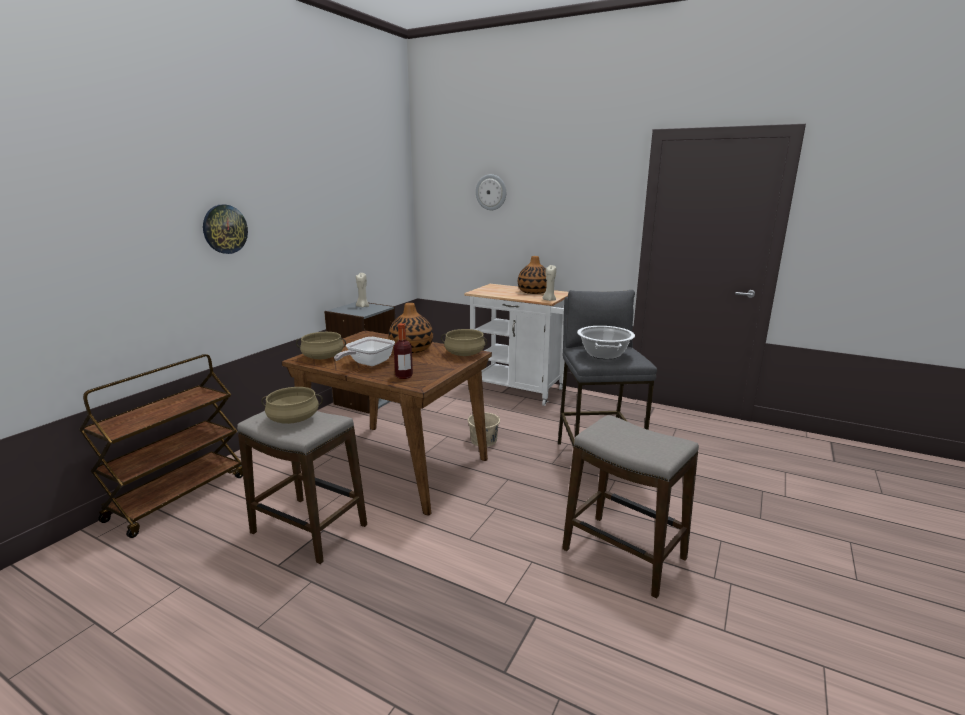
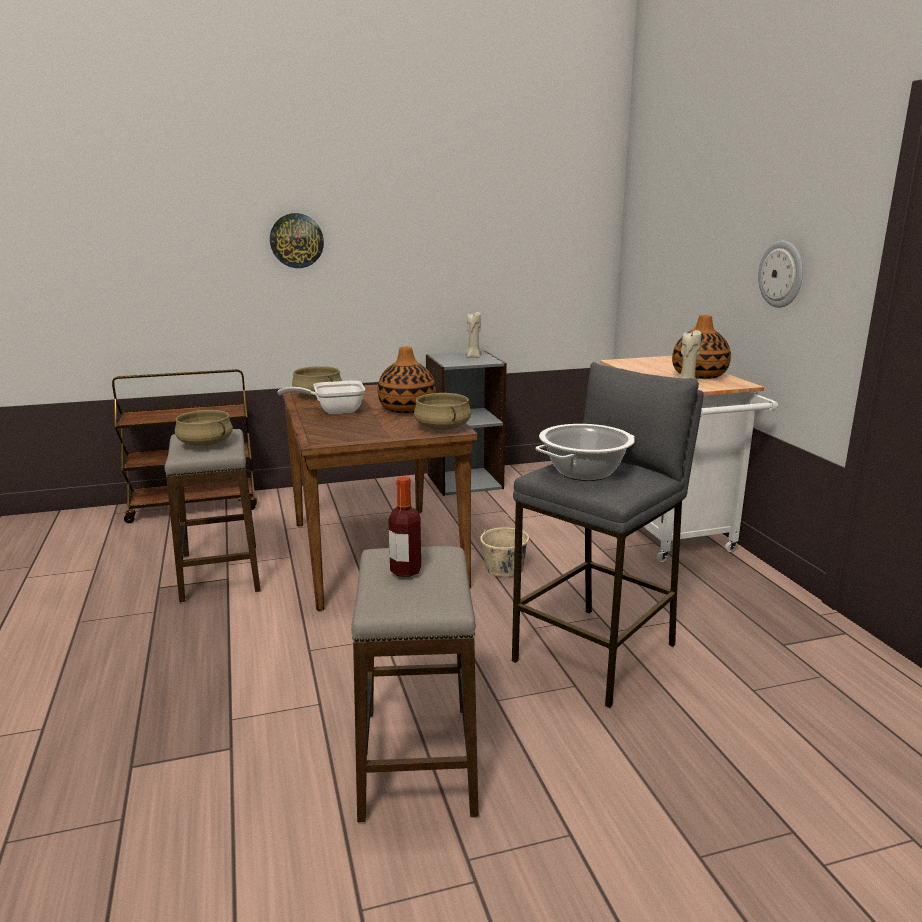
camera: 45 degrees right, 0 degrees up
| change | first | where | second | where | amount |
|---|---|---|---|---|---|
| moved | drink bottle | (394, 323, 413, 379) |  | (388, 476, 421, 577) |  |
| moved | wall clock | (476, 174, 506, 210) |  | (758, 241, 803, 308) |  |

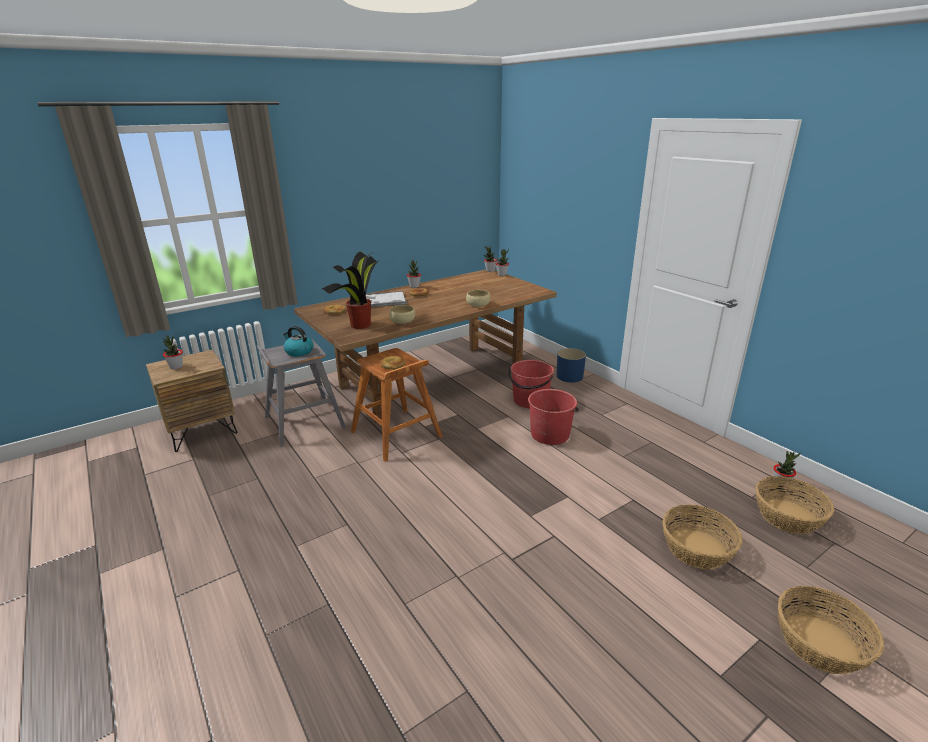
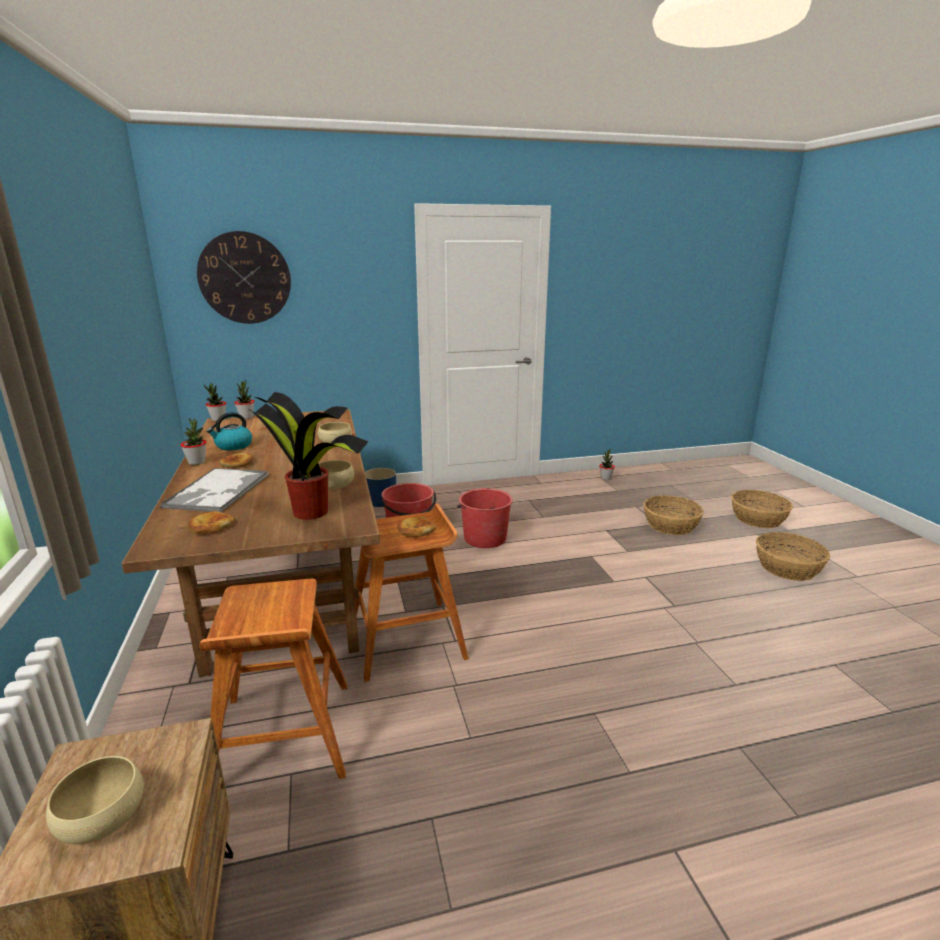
camera: 70 degrees left, 5 degrees down
| change | first | where | second | where | amount |
|---|---|---|---|---|---|
| replaced | plant in a pot | (163, 335, 183, 369) | beige-coloured deep dish | (46, 756, 144, 844) |  |
| recoloured | grey stool | (256, 340, 346, 447) | brown-coloured stool | (199, 579, 348, 779) |  |
| moved | kettle | (283, 326, 313, 357) |  | (207, 412, 252, 450) |  |
| moved | basket | (756, 476, 834, 534) |  | (756, 532, 830, 581) |  |
| added |  |  | wall clock | (197, 231, 291, 324) |  |

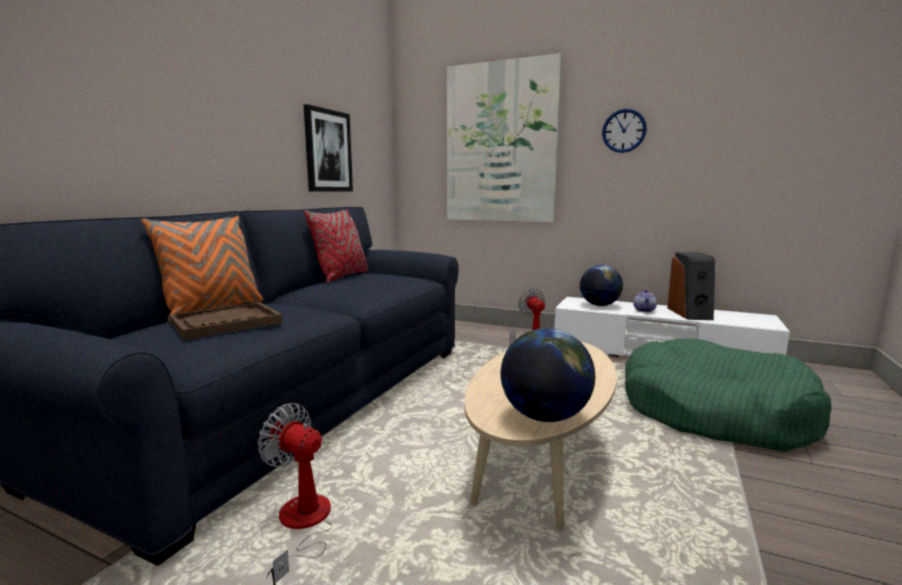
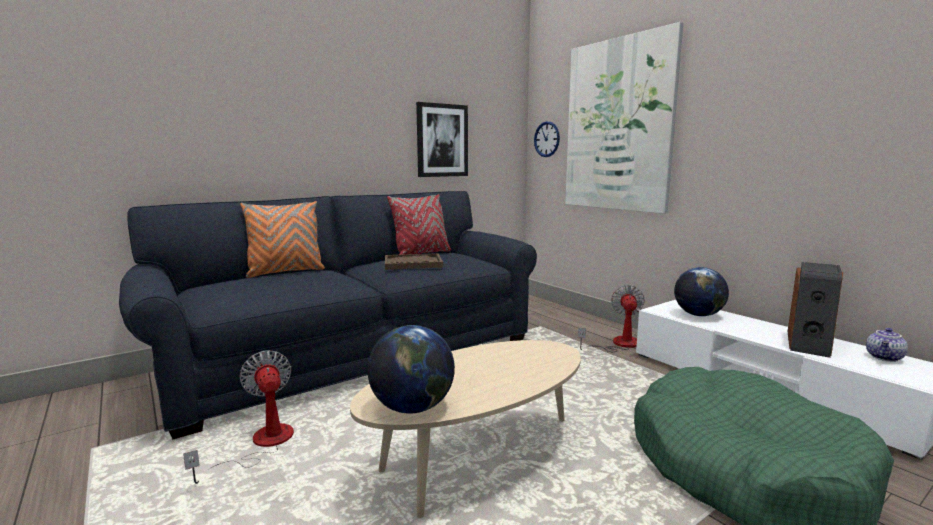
camera: 30 degrees right, 0 degrees up
| change | first | where | second | where | amount |
|---|---|---|---|---|---|
| moved | brown-coloured tray | (169, 302, 283, 340) |  | (385, 253, 443, 270) |  |
| moved | wall clock | (602, 109, 647, 153) |  | (534, 121, 560, 157) |  |
| moved | tea pot | (633, 290, 657, 312) |  | (866, 328, 908, 362) |  |

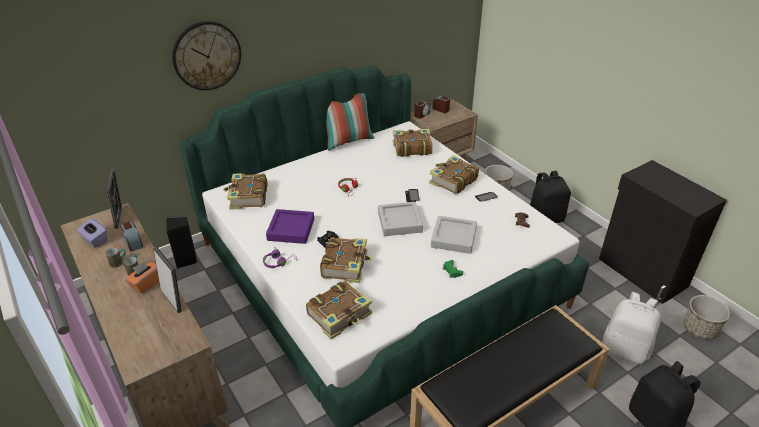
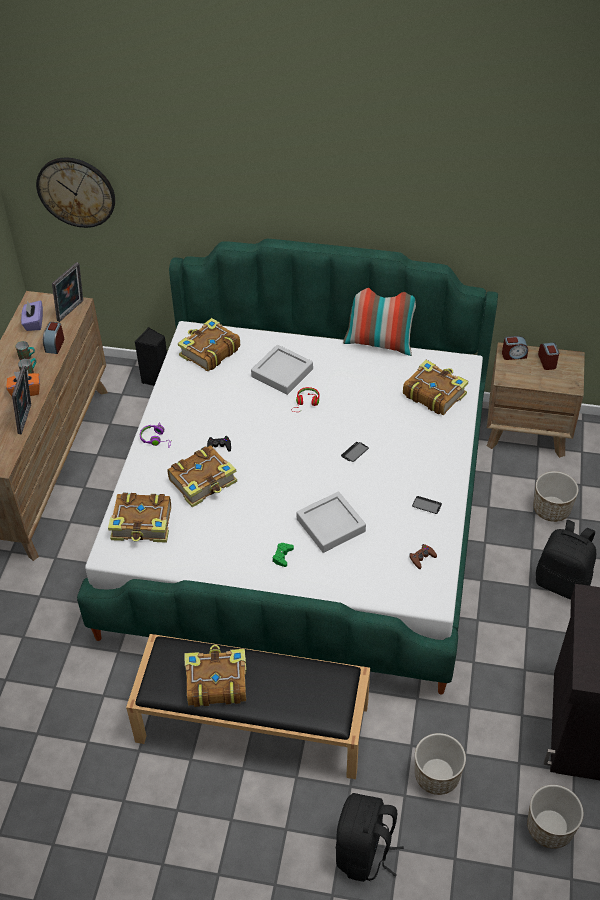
camera: 45 degrees right, 10 degrees up
| change | first | where | second | where | amount |
|---|---|---|---|---|---|
| moved | wall clock | (172, 21, 241, 90) |  | (36, 158, 115, 228) |  |
| removed | purple-coloured tray | (266, 209, 314, 244) |  |  |  |
| moved | grey tray | (378, 202, 423, 236) |  | (251, 345, 313, 395) |  |
| moved | bound book | (429, 155, 479, 194) |  | (185, 645, 246, 707) |  |
| replaced | white-coloured backpack | (603, 292, 661, 364) | flower pot | (415, 733, 466, 795) |  |

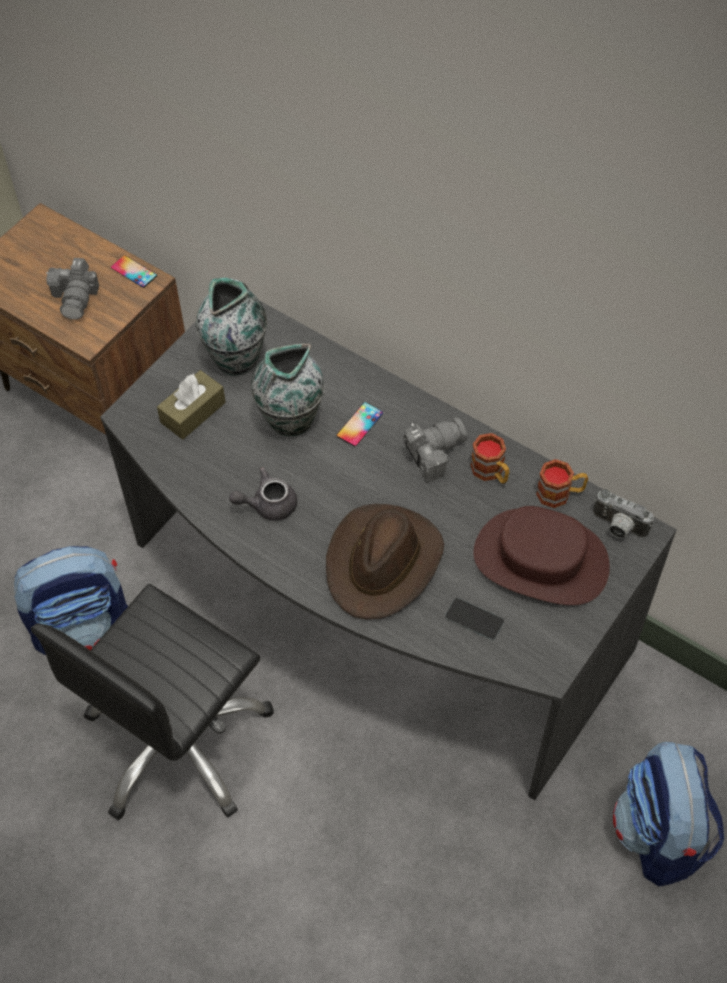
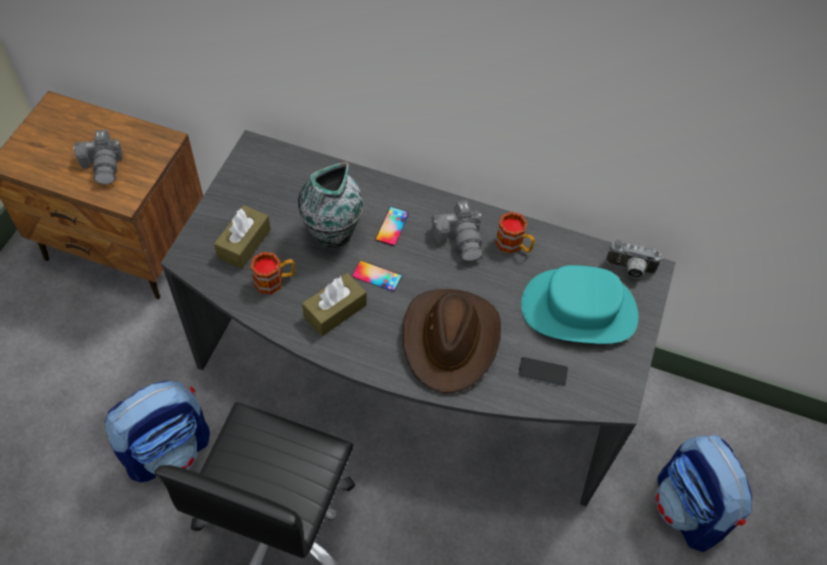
camera: 20 degrees left, 0 degrees up
| change | first | where | second | where | amount |
|---|---|---|---|---|---|
| moved | handset | (111, 255, 157, 288) |  | (353, 261, 402, 292) |  |
| removed | vase | (196, 278, 267, 376) |  |  |  |
| replaced | grey tea pot | (229, 467, 297, 521) | brown-coloured box of tissues | (302, 273, 367, 336) |  |
| turned | photo camera | (403, 417, 467, 483) |  | (431, 201, 483, 261) | 120 degrees clockwise |
| recoloured | brown-coloured hat | (473, 506, 610, 605) | turquoise-coloured hat | (521, 265, 638, 344) |  |
| moved | tea mug | (536, 459, 588, 508) |  | (250, 252, 295, 294) |  |

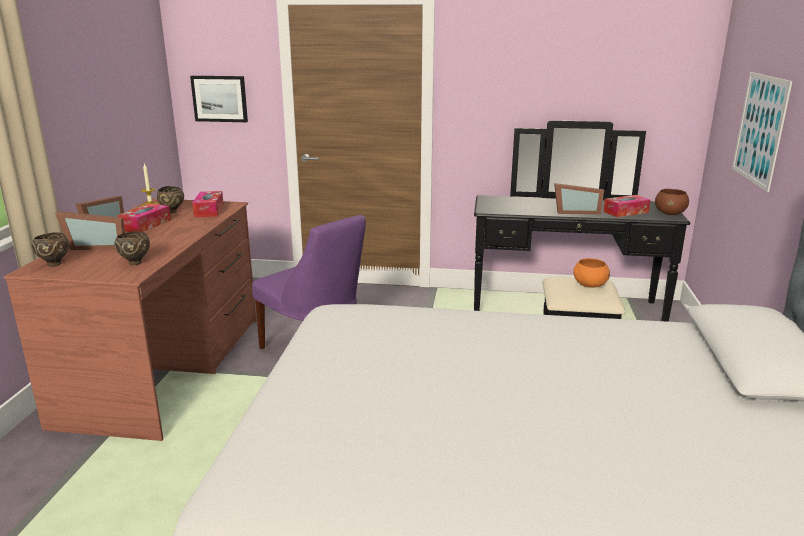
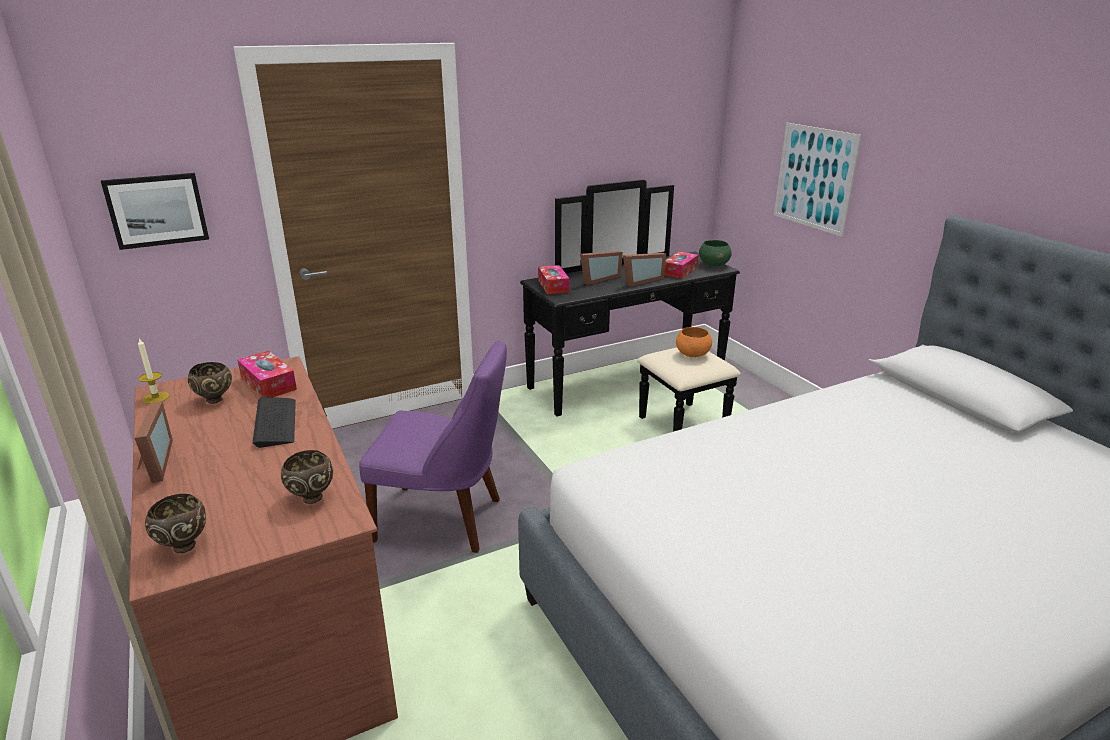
camera: 35 degrees left, 5 degrees up
| change | first | where | second | where | amount |
|---|---|---|---|---|---|
| moved | standing frame | (55, 211, 125, 250) |  | (580, 251, 623, 285) |  |
| moved | box of tissues | (117, 204, 171, 232) |  | (538, 265, 569, 294) |  |
| recoloured | brown-coloured deep dish | (655, 189, 689, 215) | greenish deep dish | (699, 240, 732, 267) |  |
| added |  |  | keyboard | (253, 397, 296, 448) |  |

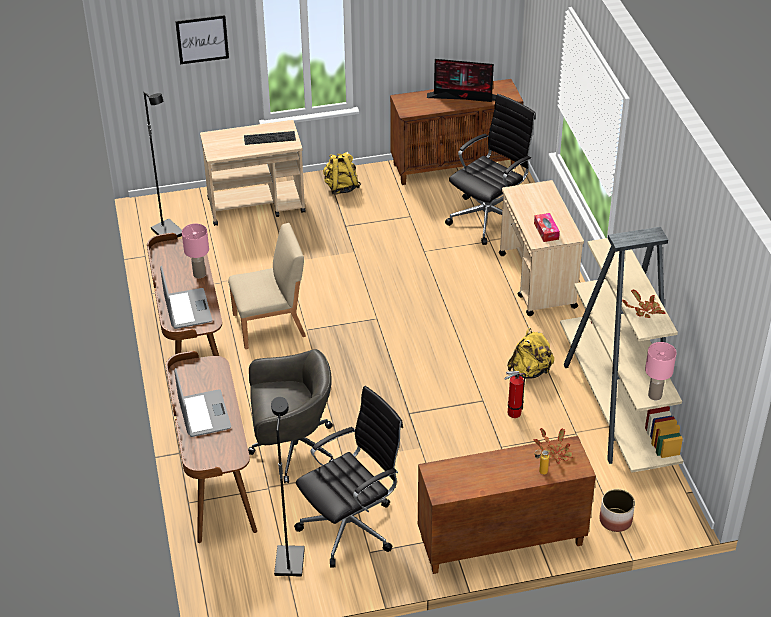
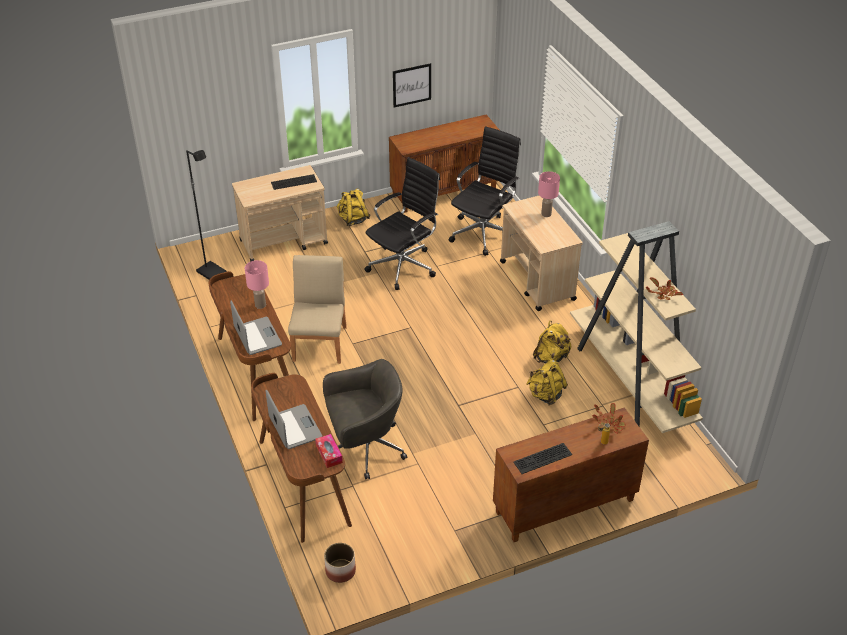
camera: 10 degrees left, 0 degrees up
| change | first | where | second | where | amount |
|---|---|---|---|---|---|
| moved | picture | (175, 15, 229, 64) |  | (393, 63, 431, 108) |  |
| turned | beige-coloured upright chair | (228, 223, 306, 349) |  | (288, 255, 347, 364) | 60 degrees counterclockwise |
| removed | black-coloured standing lamp | (271, 397, 305, 576) |  |  |  |
| moved | black-coloured computer chair | (294, 386, 403, 567) |  | (365, 157, 440, 290) |  |
| removed | monitor | (427, 59, 496, 102) |  |  |  |
| replaced | fire-fighting cylinder | (504, 371, 526, 418) | yellowish backpack | (526, 360, 568, 405) |  |
| moved | box of tissues | (534, 213, 560, 242) |  | (315, 434, 343, 468) |  |
| moved | flower pot | (599, 489, 635, 532) |  | (324, 543, 356, 583) |  |
| moved | pink tabletop lamp | (645, 342, 676, 400) |  | (538, 171, 560, 217) |  |
| added |  |  | keyboard | (513, 443, 572, 474) |  |

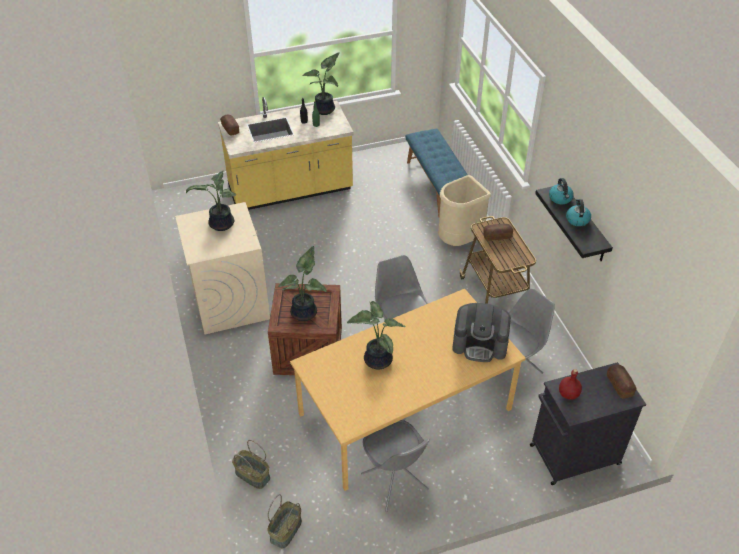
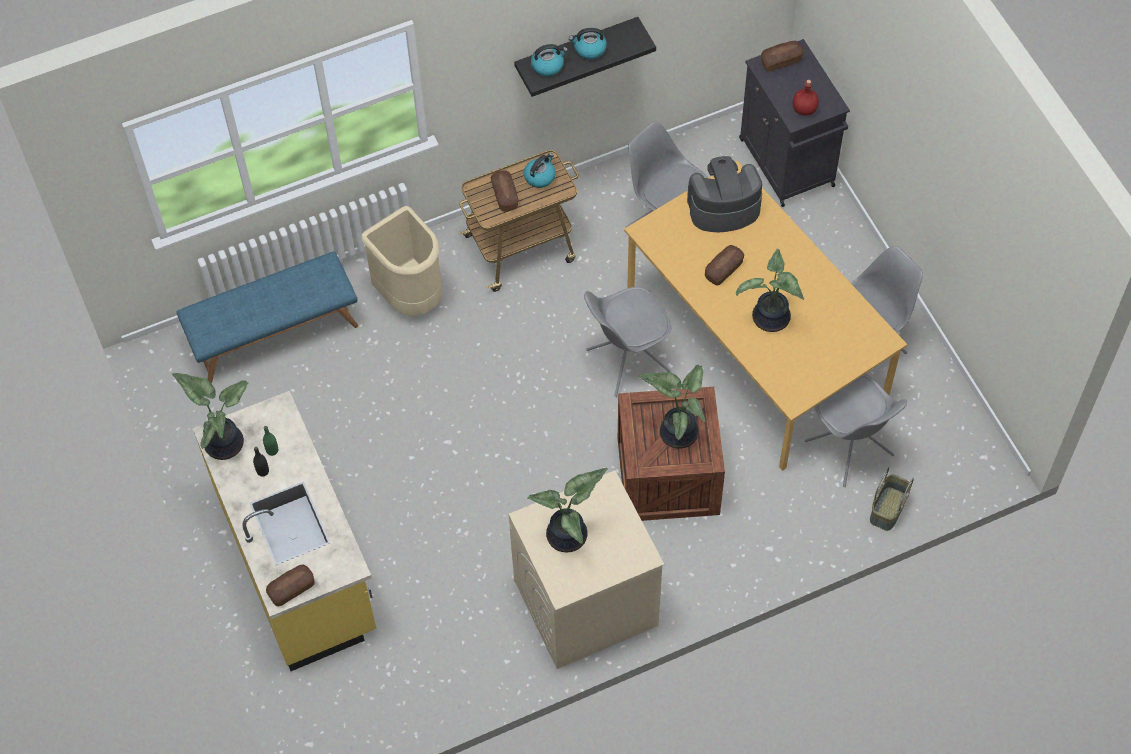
camera: 95 degrees left, 15 degrees up
| change | first | where | second | where | amount |
|---|---|---|---|---|---|
| removed | basket | (267, 494, 302, 548) |  |  |  |
| turned | coffee brewer | (452, 303, 511, 362) |  | (687, 156, 762, 232) | 105 degrees counterclockwise |
| added |  |  | kettle | (524, 153, 556, 188) |  |
| added |  |  | bakery bread | (705, 245, 744, 286) |  |
| added |  |  | grey upright chair | (805, 374, 907, 487) |  |

